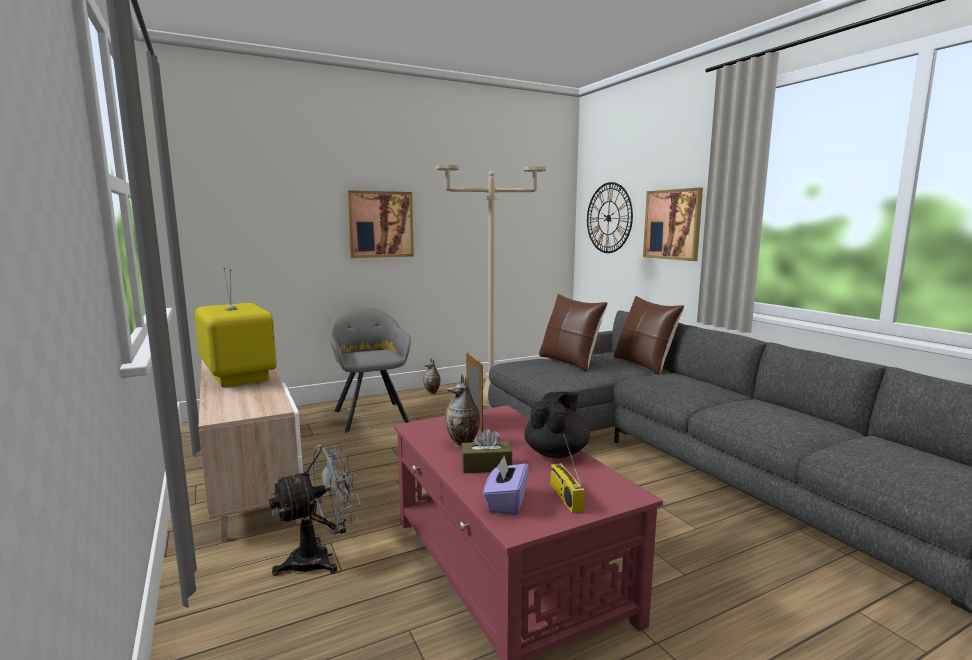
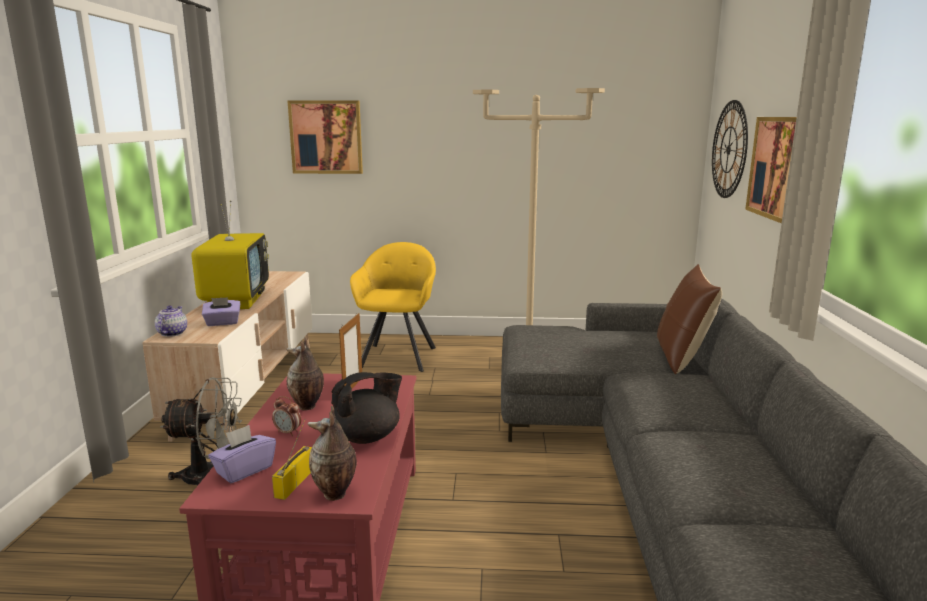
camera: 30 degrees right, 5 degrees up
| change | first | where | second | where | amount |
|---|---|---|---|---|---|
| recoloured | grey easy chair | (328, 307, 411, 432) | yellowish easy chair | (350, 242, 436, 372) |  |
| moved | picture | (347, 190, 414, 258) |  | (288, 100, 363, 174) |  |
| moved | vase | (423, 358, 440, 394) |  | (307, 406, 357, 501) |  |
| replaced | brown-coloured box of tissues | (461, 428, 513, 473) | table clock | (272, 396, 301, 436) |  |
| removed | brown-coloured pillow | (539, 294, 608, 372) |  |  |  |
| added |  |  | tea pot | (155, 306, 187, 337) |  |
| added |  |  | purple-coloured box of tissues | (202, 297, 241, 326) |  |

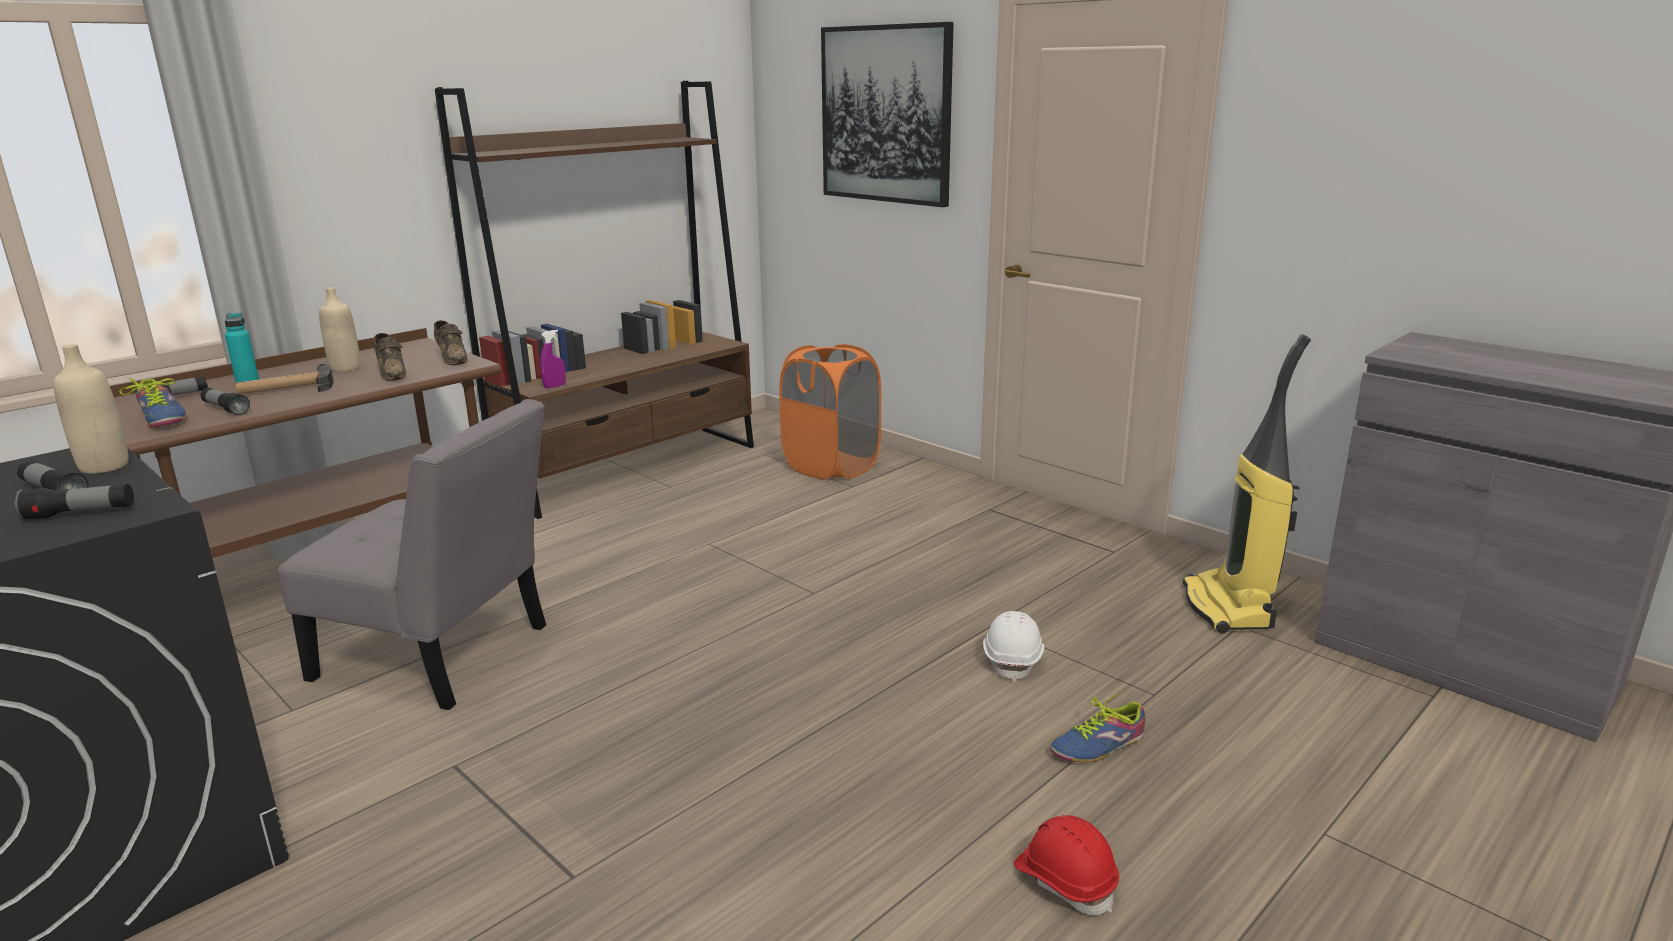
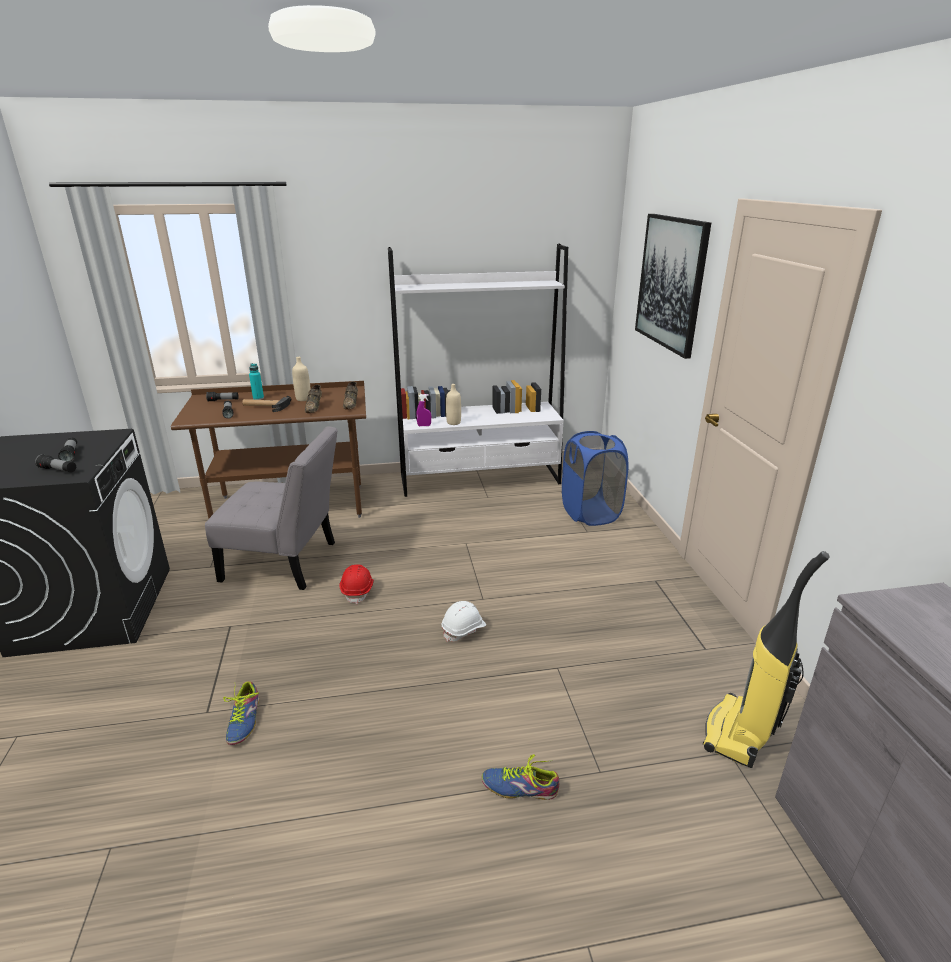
camera: 35 degrees right, 5 degrees up
| change | first | where | second | where | amount |
|---|---|---|---|---|---|
| moved | beige-coloured drink bottle | (53, 344, 129, 474) |  | (446, 384, 461, 425) |  |
| moved | shoe | (119, 378, 187, 427) |  | (223, 681, 259, 745) |  |
| turned | grey upright chair | (278, 399, 546, 710) |  | (205, 426, 338, 590) | 45 degrees counterclockwise |
| recoloured | brown-coloured bookcase | (435, 81, 754, 519) | white-coloured bookcase | (388, 244, 568, 497) |  |
| recoloured | orange hamper | (779, 344, 881, 480) | bluish hamper | (562, 431, 629, 526) |  |
| moved | white-coloured safety helmet | (983, 611, 1044, 682) |  | (442, 601, 486, 642) |  |
| moved | red safety helmet | (1013, 815, 1119, 915) |  | (339, 564, 374, 604) |  |

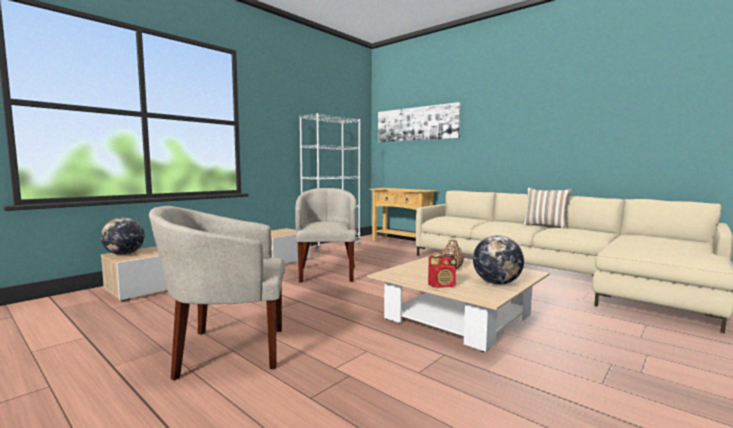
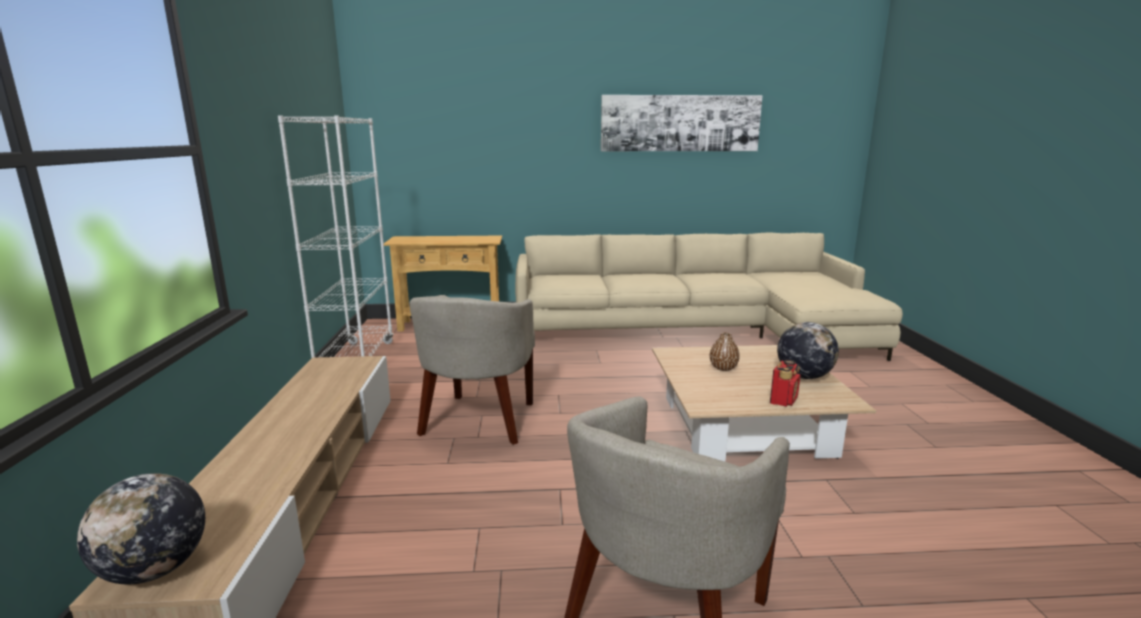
camera: 45 degrees left, 10 degrees up
| change | first | where | second | where | amount |
|---|---|---|---|---|---|
| turned | beige-coloured easy chair | (295, 188, 357, 282) |  | (409, 295, 535, 445) | 120 degrees counterclockwise |
| moved | picture | (378, 102, 461, 142) |  | (601, 95, 763, 151) |  |
| removed | pillow | (523, 188, 573, 228) |  |  |  |

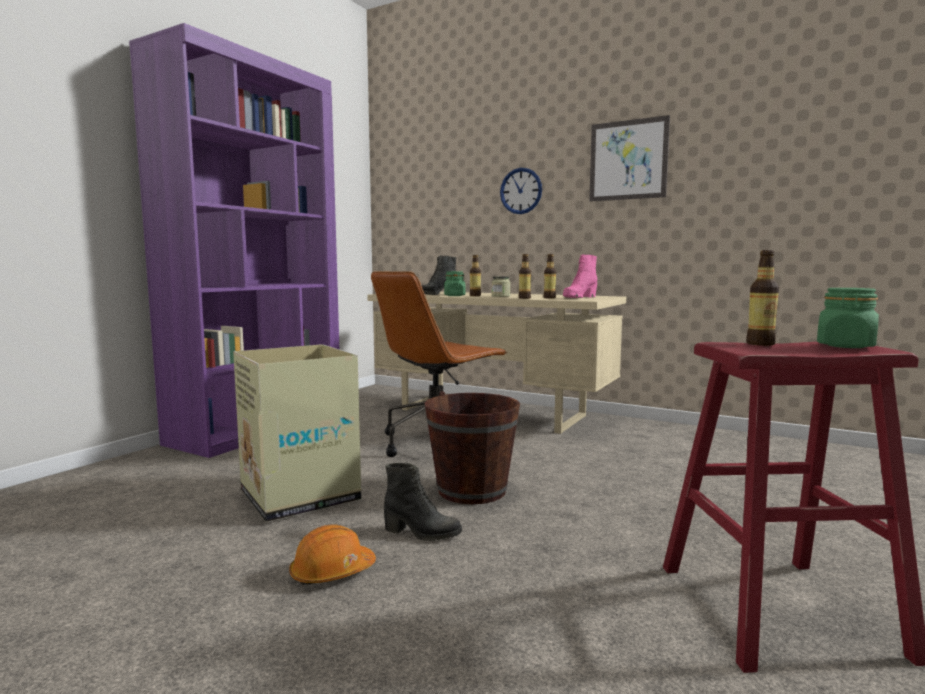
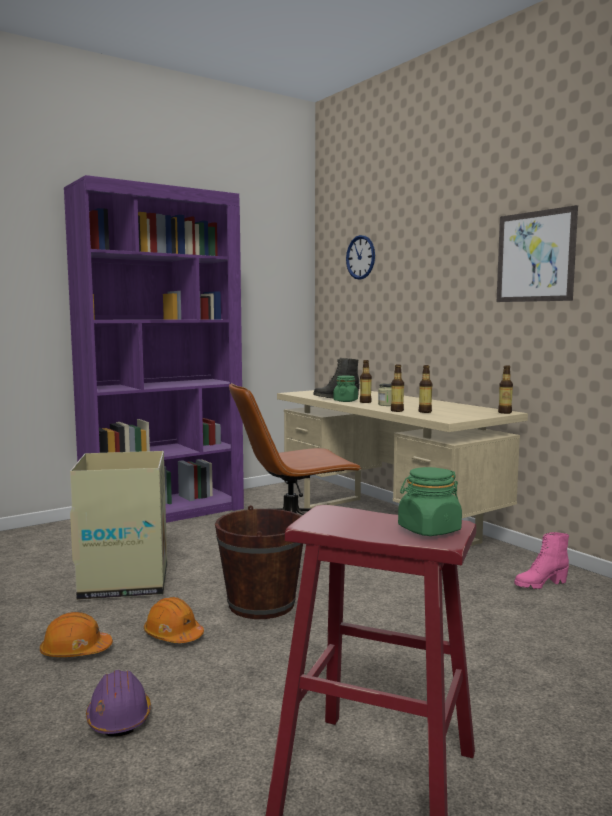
camera: 25 degrees right, 0 degrees up
| change | first | where | second | where | amount |
|---|---|---|---|---|---|
| replaced | black-coloured tall boot | (384, 463, 462, 541) | orange safety helmet | (144, 597, 204, 643) |  |
| moved | wall clock | (500, 168, 542, 214) |  | (346, 235, 375, 280) |  |
| moved | pink tall boot | (563, 254, 597, 298) |  | (514, 532, 569, 589) |  |
| moved | drink bottle | (746, 250, 779, 346) |  | (498, 365, 513, 414) |  |
| added |  |  | purple-coloured safety helmet | (86, 670, 151, 737) |  |

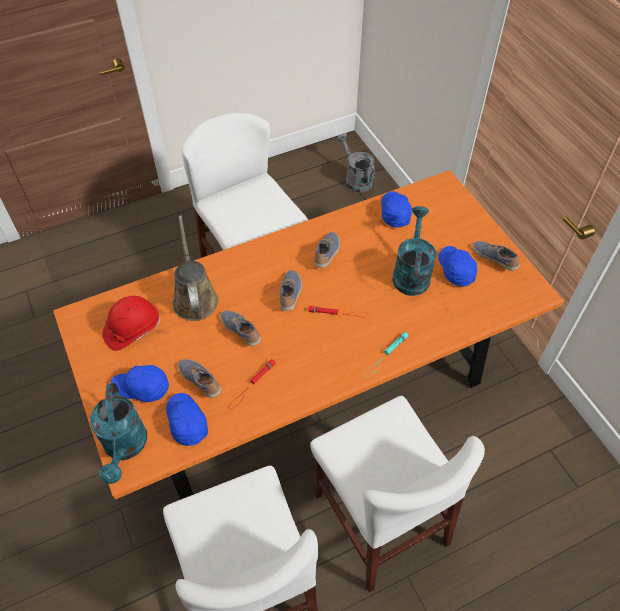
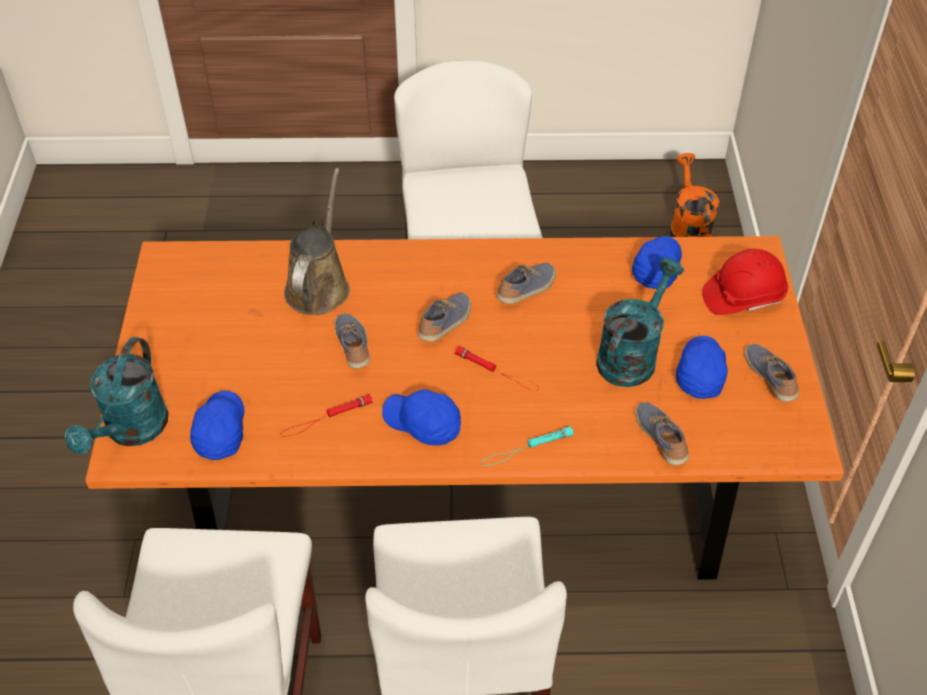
camera: 25 degrees right, 5 degrees down
| change | first | where | second | where | amount |
|---|---|---|---|---|---|
| moved | red safety helmet | (102, 296, 160, 351) |  | (702, 249, 788, 315) |  |
| moved | bluish cap | (111, 365, 169, 402) |  | (382, 389, 461, 445) |  |
| moved | shoe | (178, 359, 221, 398) |  | (635, 402, 689, 465) |  |
| recoloured | grey sprinkling can | (337, 133, 375, 192) | orange sprinkling can | (670, 153, 719, 237) |  |

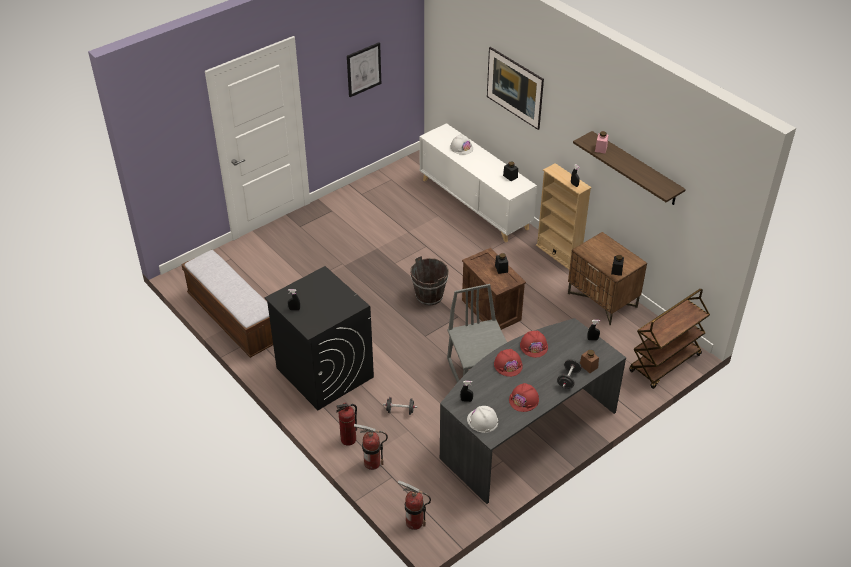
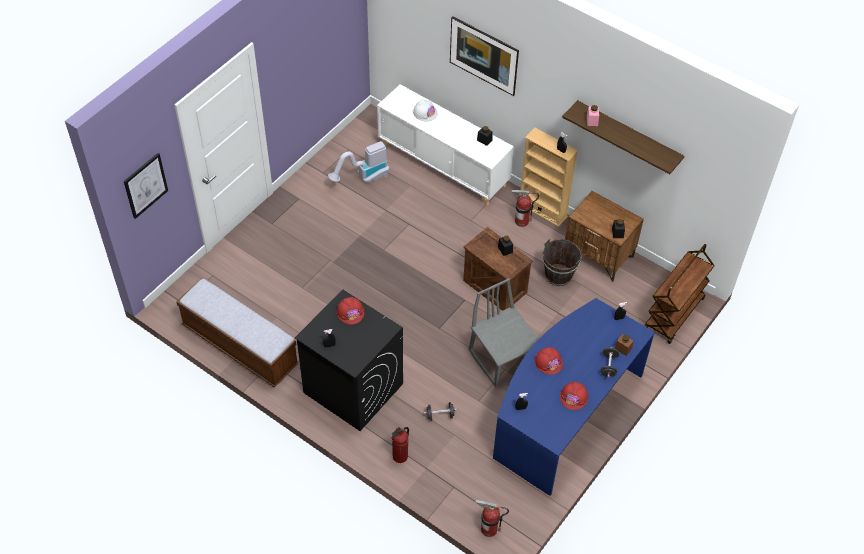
camera: 15 degrees left, 10 degrees up
| change | first | where | second | where | amount |
|---|---|---|---|---|---|
| moved | picture | (347, 43, 381, 97) |  | (124, 153, 168, 219) |  |
| moved | fire-fighting cylinder | (354, 424, 388, 470) |  | (512, 190, 539, 227) |  |
| moved | brown-coloured pail | (410, 256, 449, 306) |  | (542, 239, 582, 286) |  |
| recoloured | grey desk unit | (440, 318, 626, 504) | bluish desk unit | (493, 298, 655, 496) |  |
| removed | white-coloured safety helmet | (467, 406, 498, 433) |  |  |  |
| moved | red safety helmet | (520, 331, 548, 358) |  | (337, 297, 365, 325) |  |
| added |  |  | vacuum cleaner | (328, 141, 389, 183) |  |

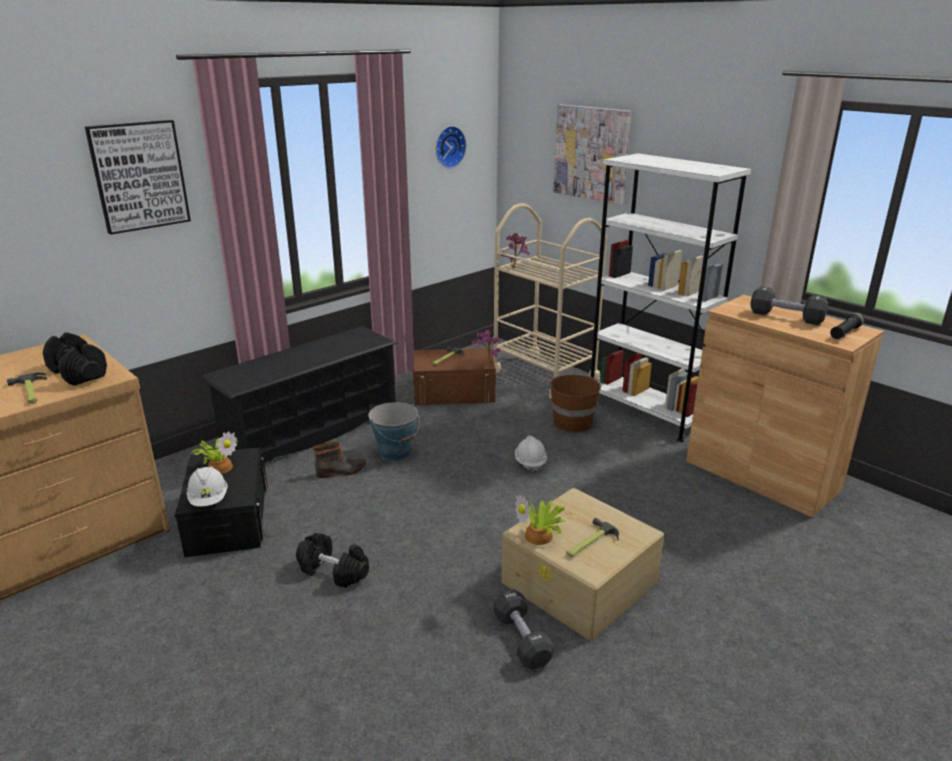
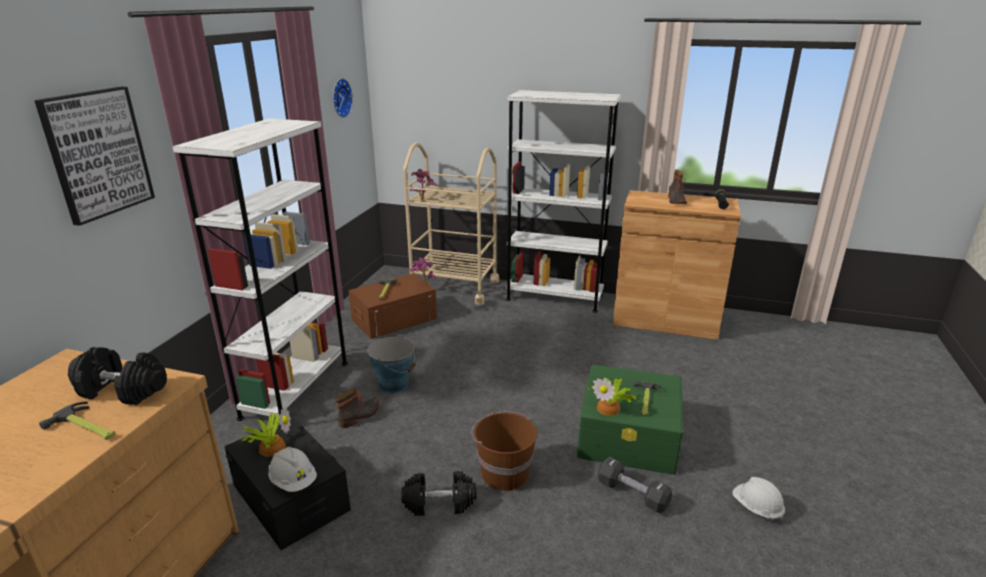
camera: 30 degrees left, 0 degrees up
| change | first | where | second | where | amount |
|---|---|---|---|---|---|
| replaced | black-coloured shoe rack | (200, 326, 397, 464) | white-coloured bookcase | (172, 118, 348, 421) |  |
| recoloured | beige-coloured storage bin | (501, 488, 664, 641) | greenish storage bin | (577, 365, 683, 475) |  |
| moved | white-coloured safety helmet | (515, 436, 547, 473) |  | (733, 477, 785, 522) |  |
| moved | brown-coloured pail | (549, 375, 601, 432) |  | (472, 411, 537, 491) |  |
| removed | picture | (553, 104, 631, 205) |  |  |  |
| replaced | black-coloured free weight | (750, 286, 828, 325) | tall boot | (668, 170, 687, 204) |  |

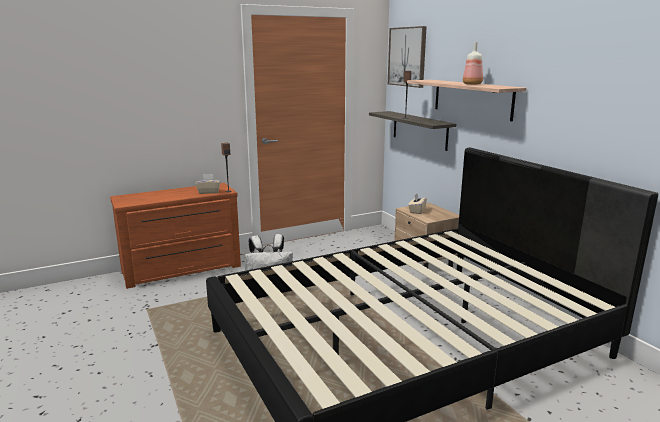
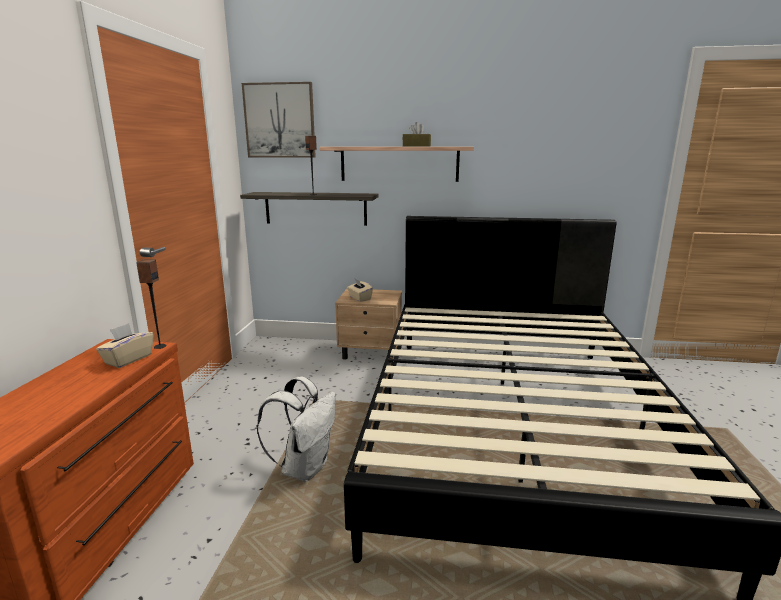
camera: 55 degrees left, 0 degrees up
| change | first | where | second | where | amount |
|---|---|---|---|---|---|
| replaced | drink bottle | (463, 42, 483, 85) | brown-coloured box of tissues | (403, 122, 431, 147) |  |

